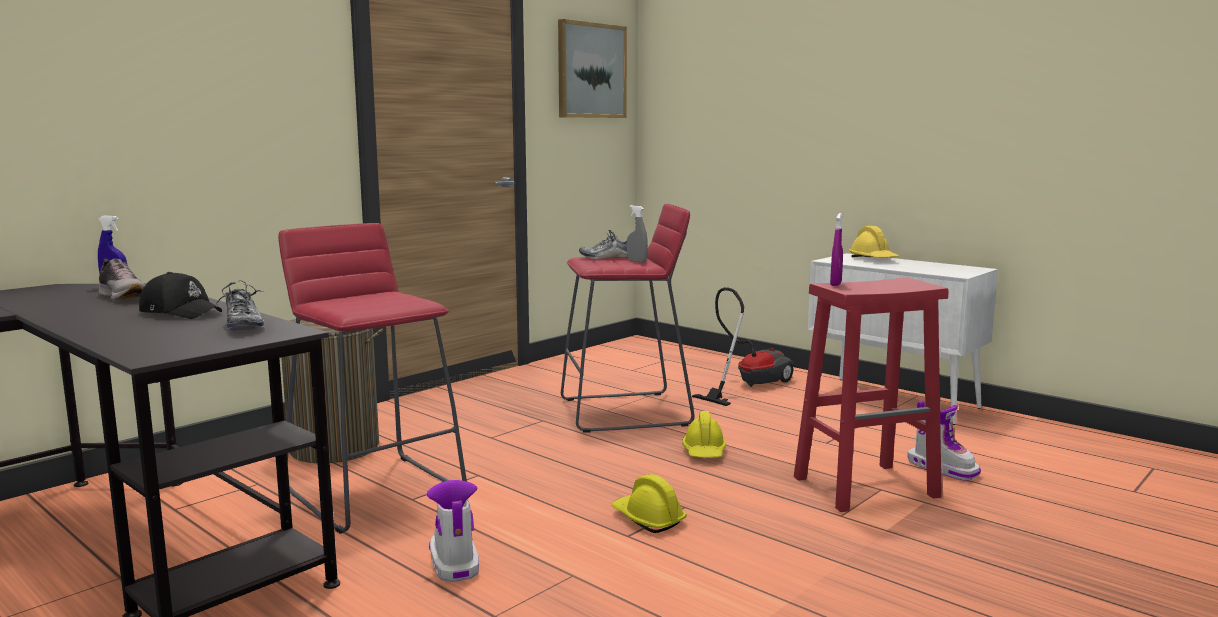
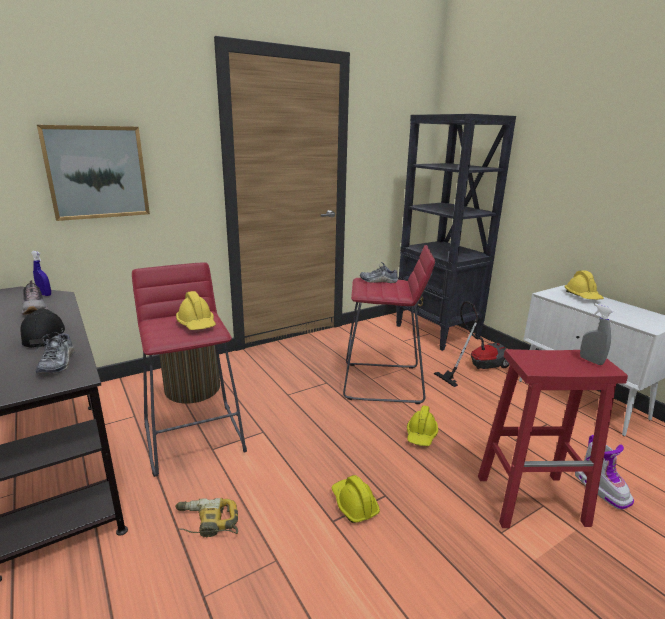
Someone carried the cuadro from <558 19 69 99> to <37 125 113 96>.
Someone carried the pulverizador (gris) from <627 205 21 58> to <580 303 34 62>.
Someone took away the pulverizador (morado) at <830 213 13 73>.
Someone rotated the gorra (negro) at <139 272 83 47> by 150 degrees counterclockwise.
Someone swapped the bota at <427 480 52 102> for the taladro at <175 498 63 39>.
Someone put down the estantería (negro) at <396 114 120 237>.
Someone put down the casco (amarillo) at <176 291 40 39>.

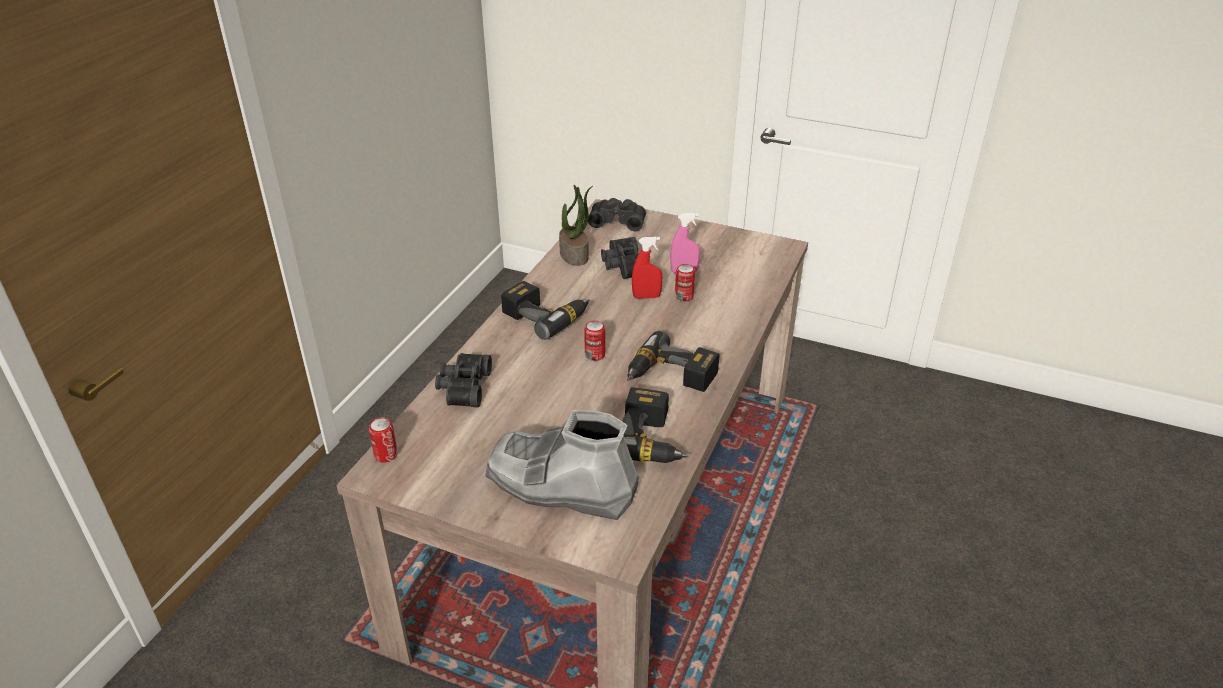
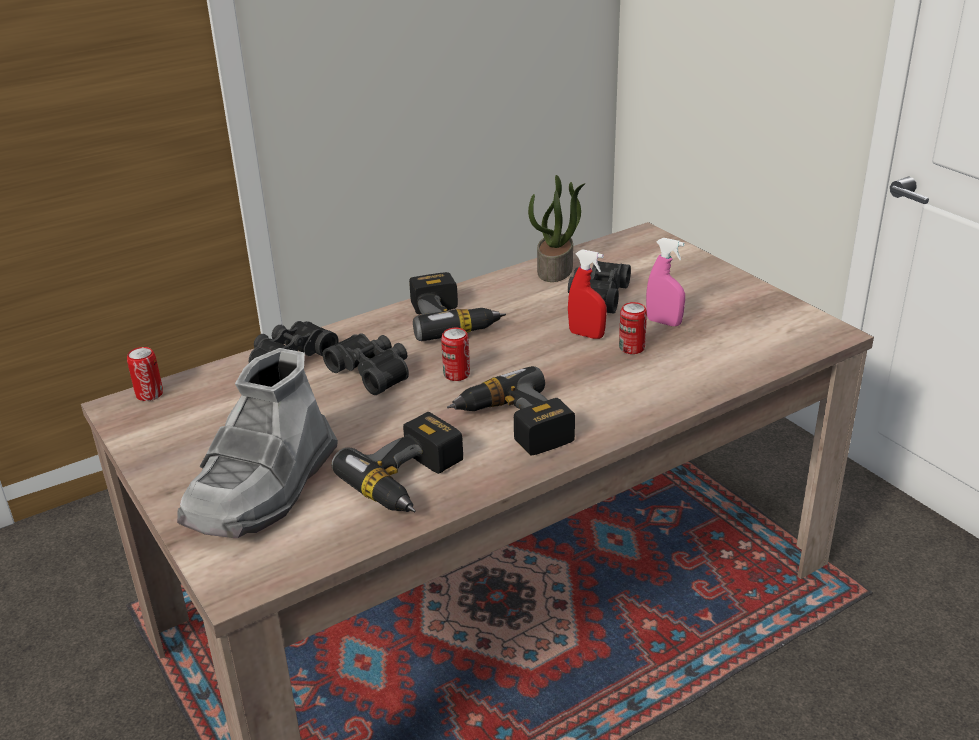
Someone carried the prismáticos (negro) from <588 198 58 33> to <323 333 86 62>.
Someone rotated the bota (gris) at <485 410 154 110> by 120 degrees counterclockwise.

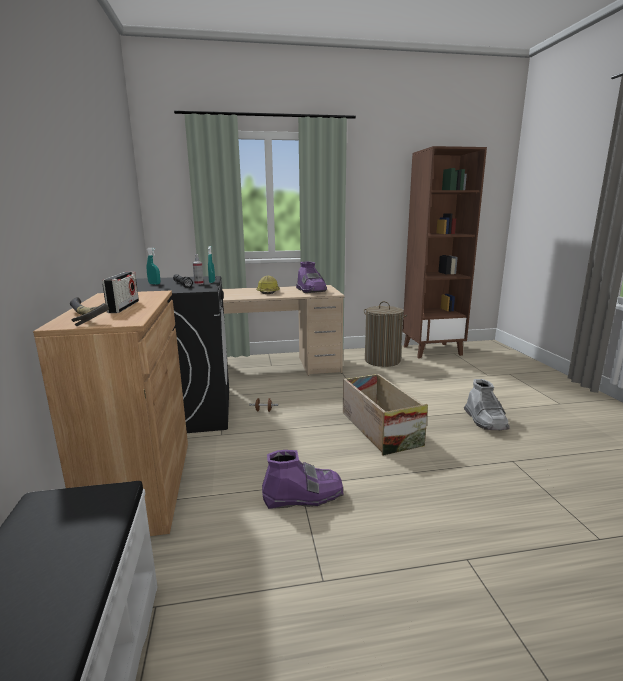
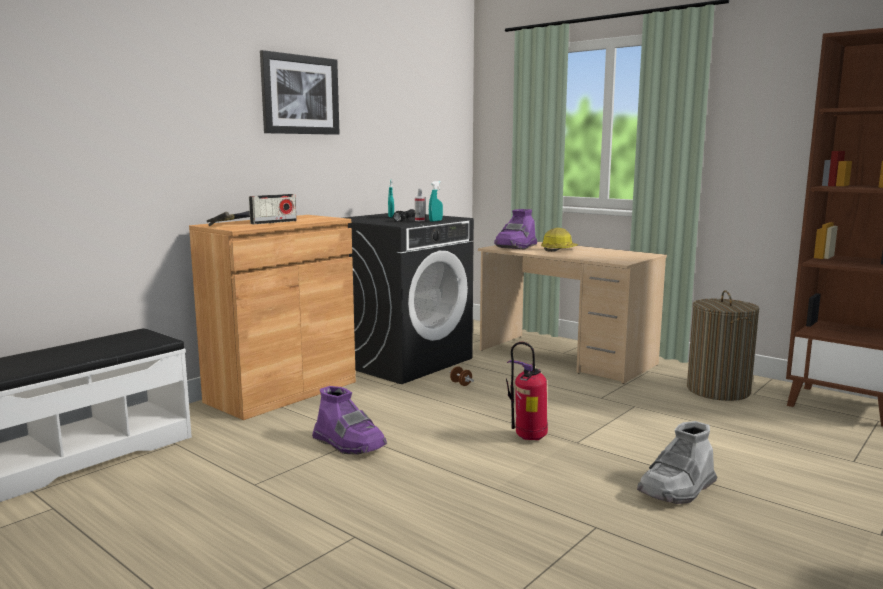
Someone carried the bota (morado) from <296 262 31 31> to <494 209 43 40>.
Someone swapped the caja de embalaje at <343 373 85 83> for the extintor at <506 342 42 98>.
Someone put up the cuadro at <260 50 80 85>.

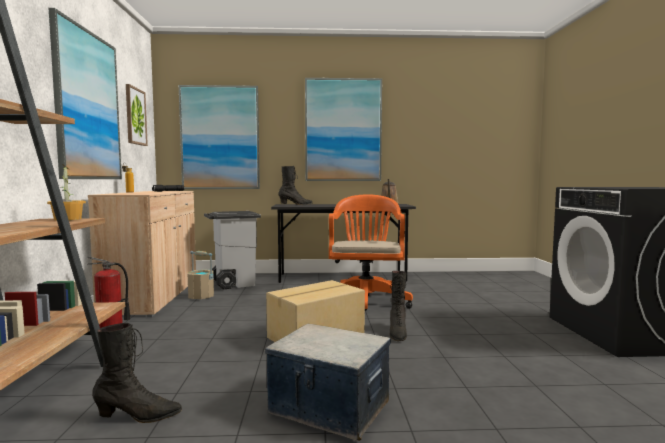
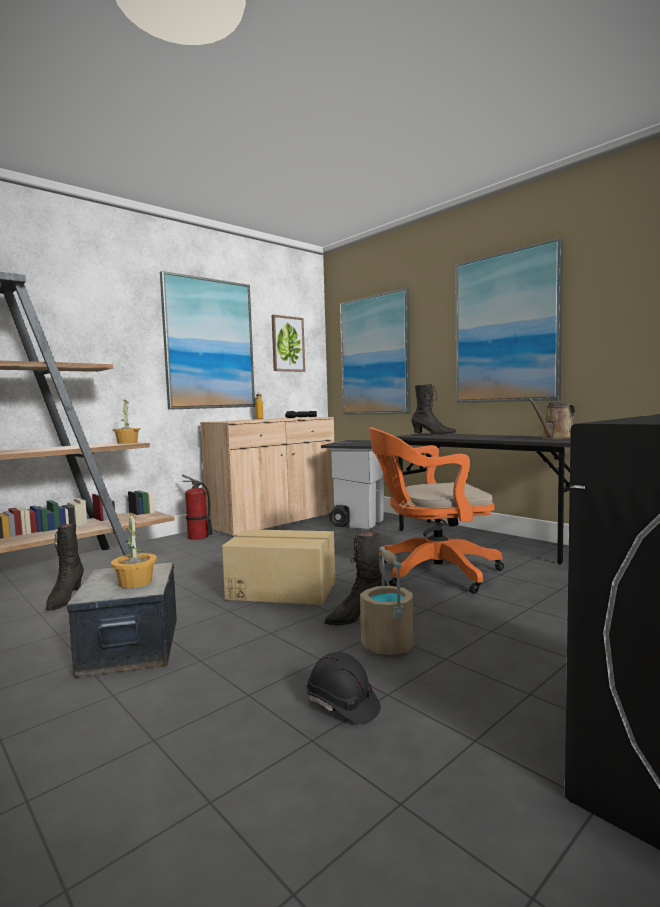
Someone rotated the silla de oficina (naranja) at <329 194 84 117> by 150 degrees counterclockwise.
Someone carried the cubo (beis) from <188 251 26 48> to <360 547 53 108>.
Someone rotated the bota (negro) at <92 323 90 100> by 45 degrees clockwise.
Someone put down the planta en maceta at <111 512 46 77>.
Someone put down the casco (negro) at <306 652 75 73>.

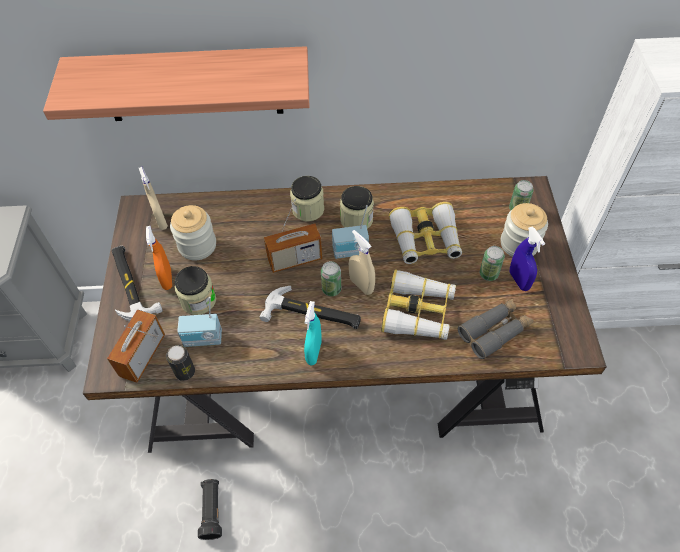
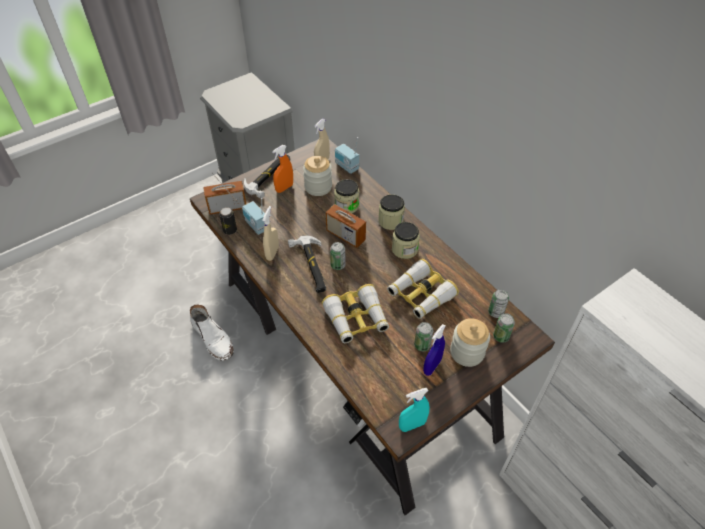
Someone took away the estante at <43 46 266 75>.
Someone carried the radio from <332 205 37 54> to <335 137 24 37>.
Someone carried the pulverizador (beis) from <349 230 26 65> to <262 206 17 55>.
Someone carried the tarro from <175 266 41 49> to <334 179 26 34>.
Someone took away the prismáticos (gris) at <458 299 75 60>.
Someone carried the pulverizador (turquesa) from <304 301 18 64> to <399 388 31 44>.
Someone swapped the linterna (negro) at <198 479 24 61> for the bota (blanco) at <190 305 44 56>.
Someone put down the lata at <488 289 21 29>.

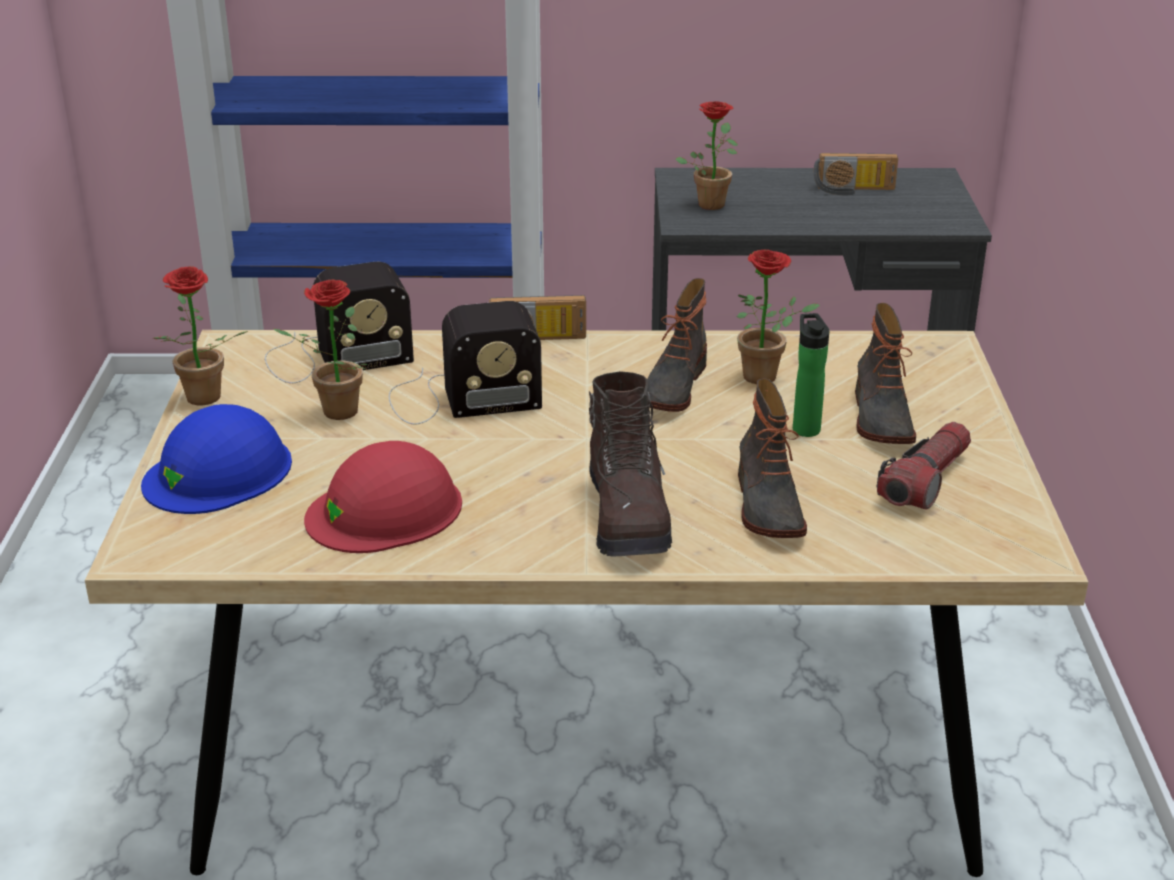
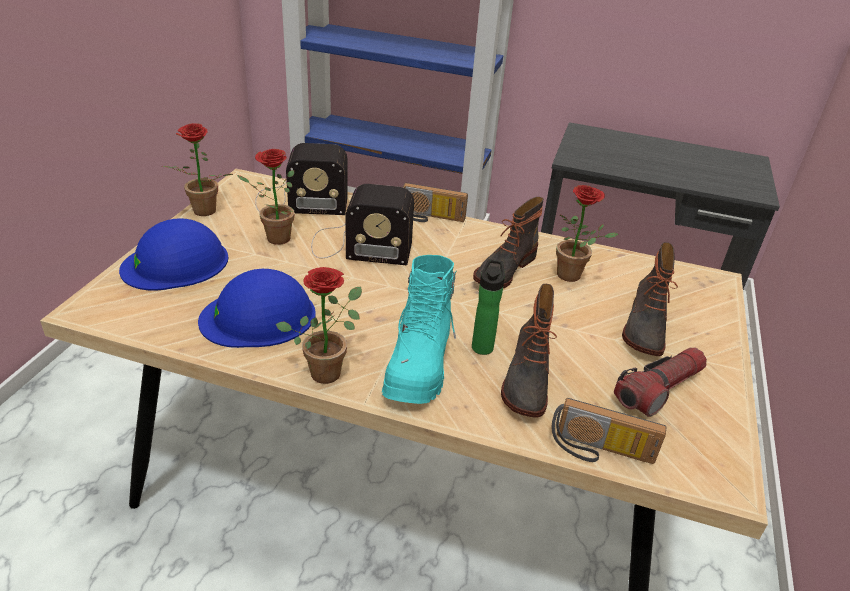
Someone carried the planta en maceta from <675 101 63 109> to <276 267 86 117>.
Someone carried the radio from <814 153 84 42> to <552 398 114 66>.
Someone carried the botella from <793 313 36 124> to <472 259 33 96>.
Someone repainted the bota (marrón) at <589 371 83 185>, which became the bota (turquesa) at <382 255 75 149>.
Someone repainted the casco (rojo) at <304 441 158 112>, which became the casco (azul) at <198 269 118 79>.

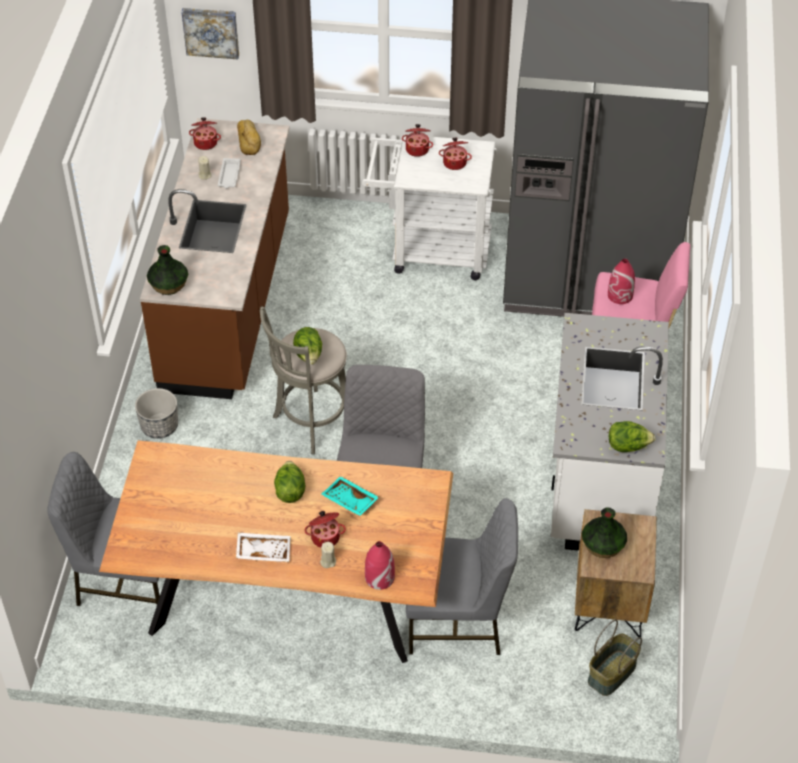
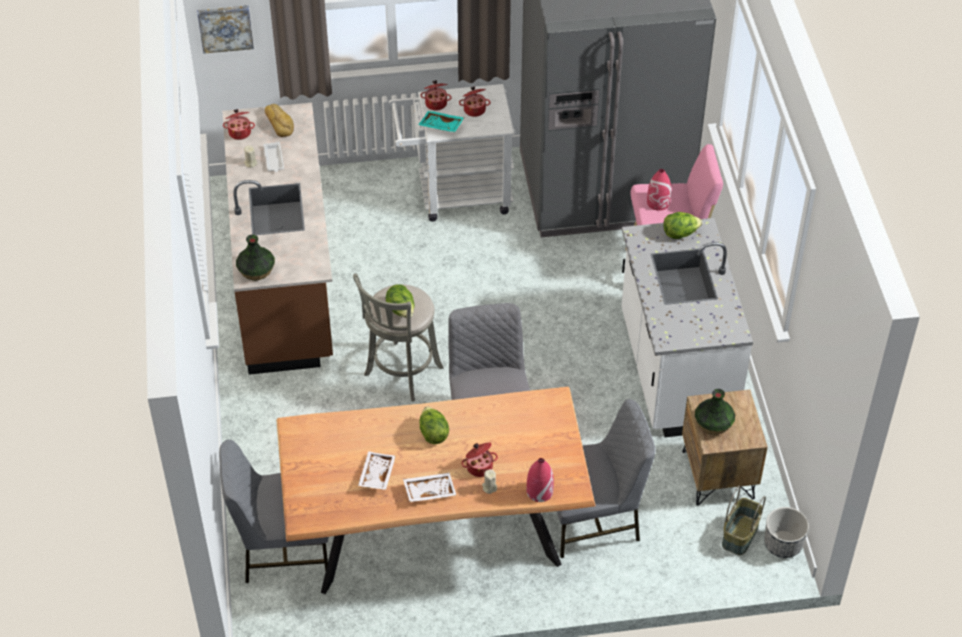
Someone carried the maceta from <135 388 43 51> to <764 507 45 51>.
Someone carried the lechuga from <609 421 46 31> to <663 212 39 27>.
Someone carried the bandeja (turquesa) from <321 476 59 40> to <418 111 46 21>.
Someone put down the bandeja (blanco) at <358 451 38 39>.

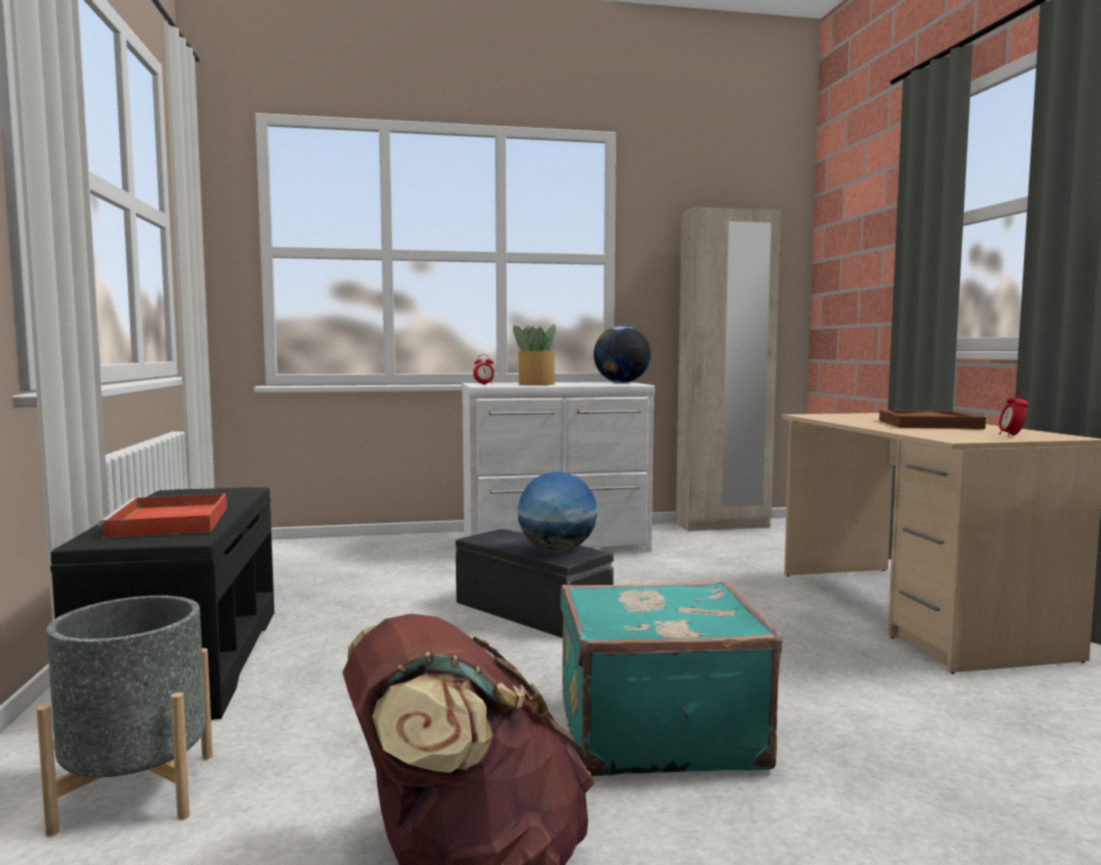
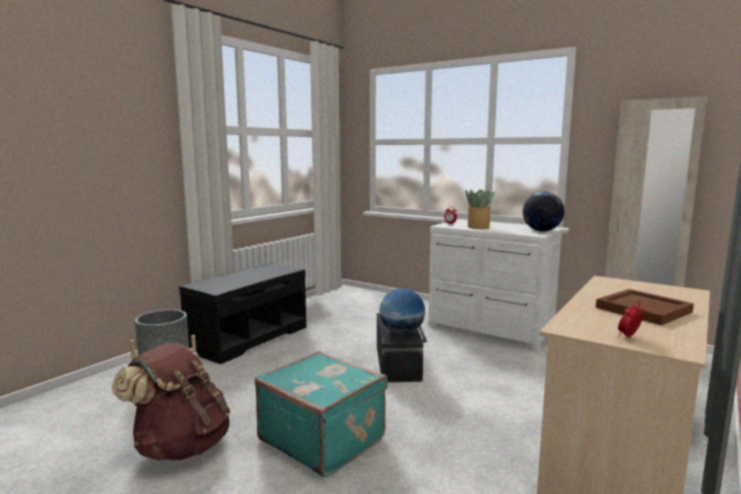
Someone took away the bandeja (rojo) at <98 494 129 44>.

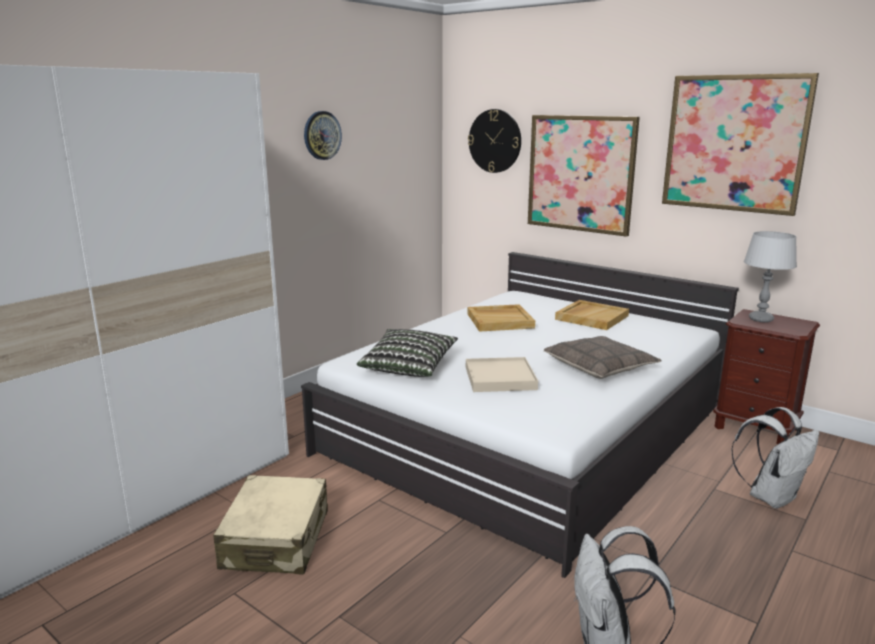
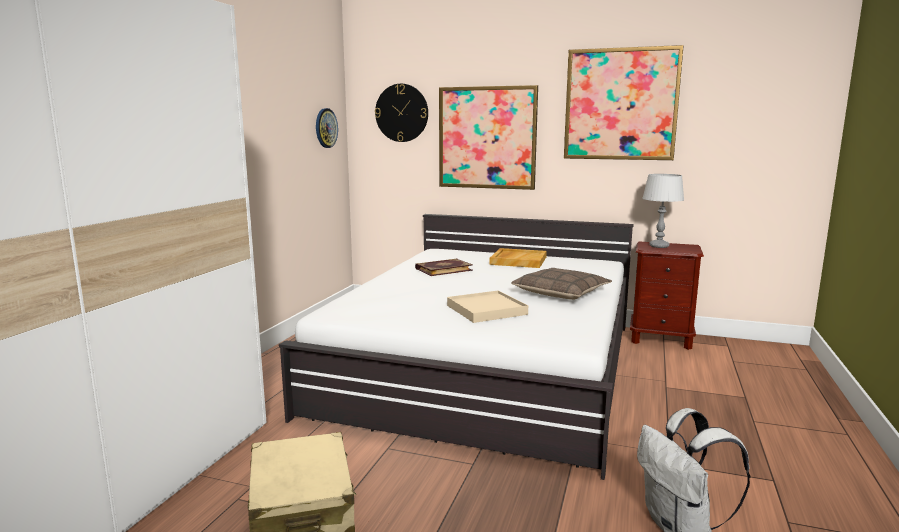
Someone carried the reloj de pared from <304 111 38 49> to <316 108 22 40>.
Someone swapped the bandeja (beis) at <467 304 68 28> for the libro at <415 259 58 17>.
Someone took away the cojín at <357 329 101 48>.
Someone took away the mochila (blanco) at <731 407 88 102>.

